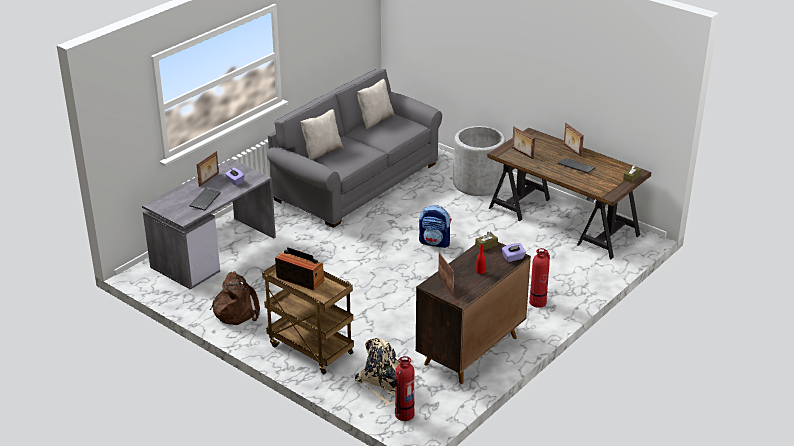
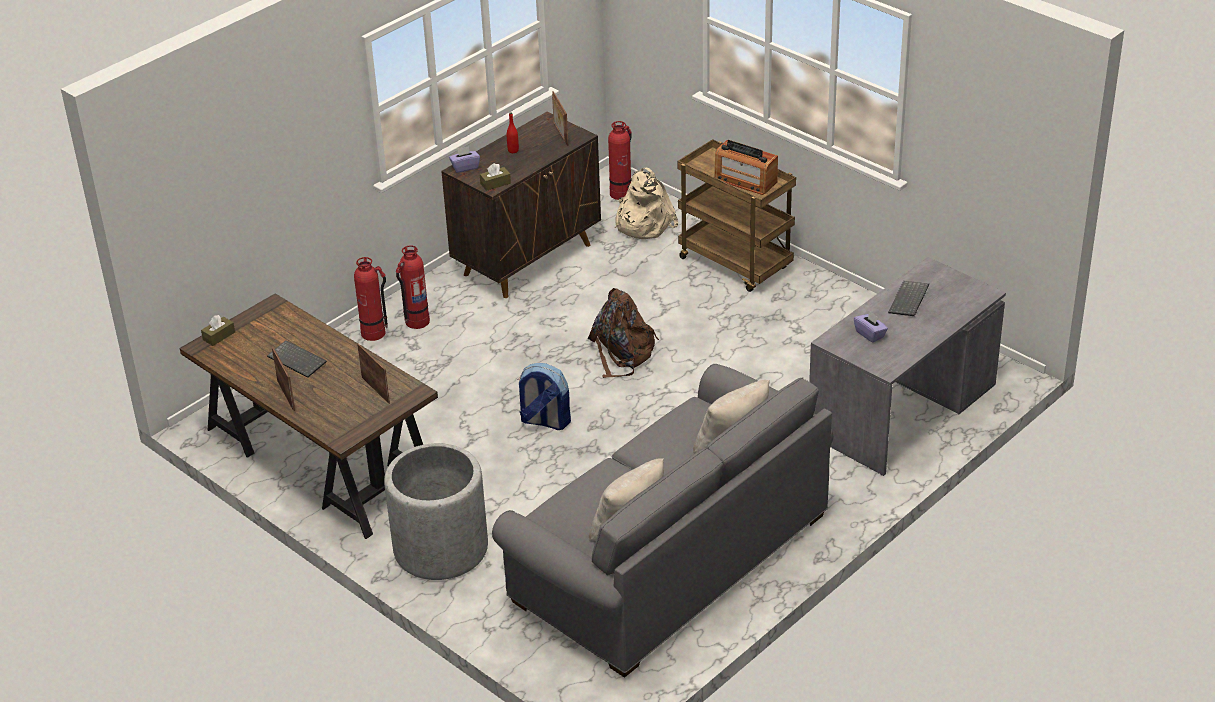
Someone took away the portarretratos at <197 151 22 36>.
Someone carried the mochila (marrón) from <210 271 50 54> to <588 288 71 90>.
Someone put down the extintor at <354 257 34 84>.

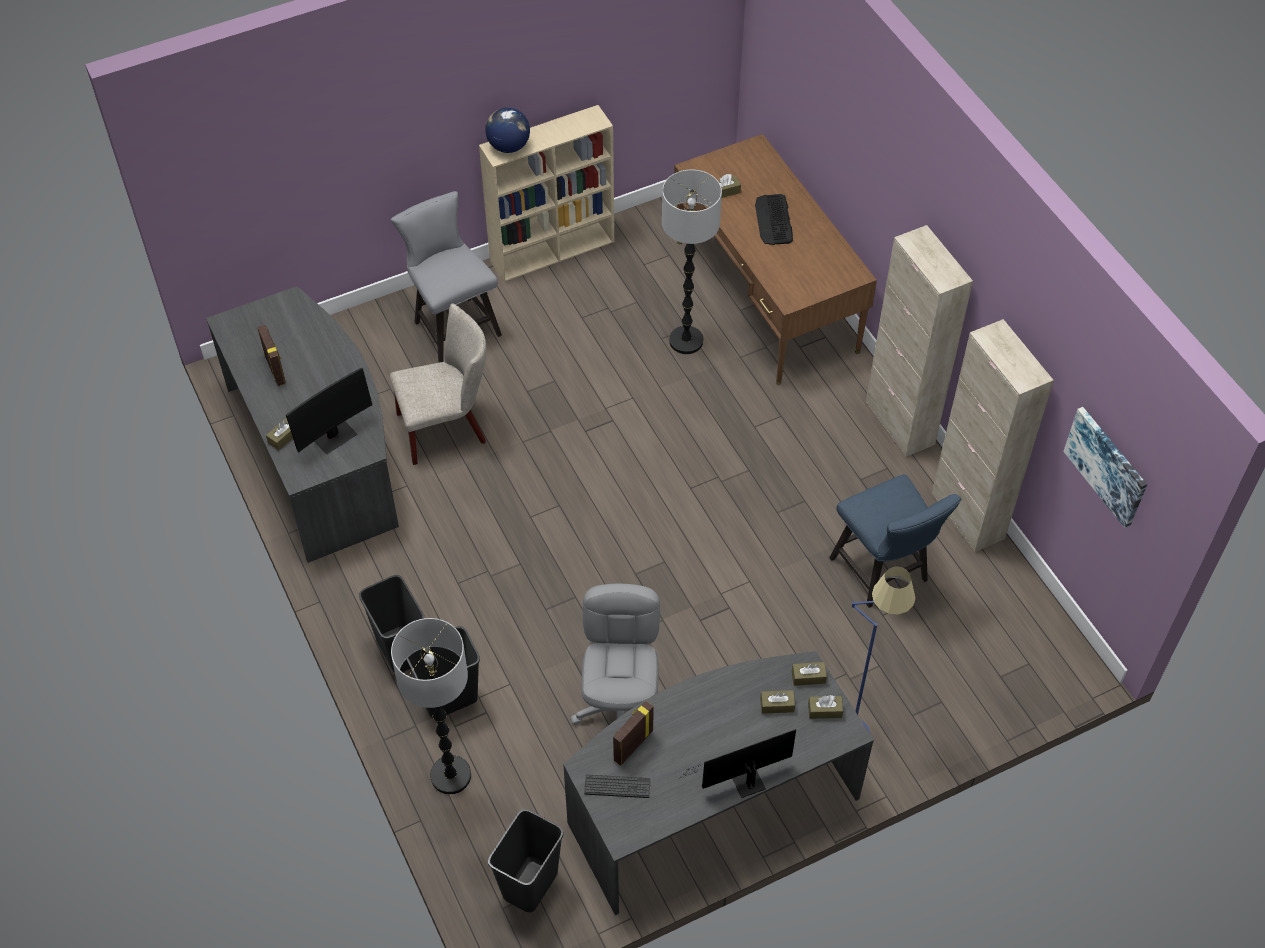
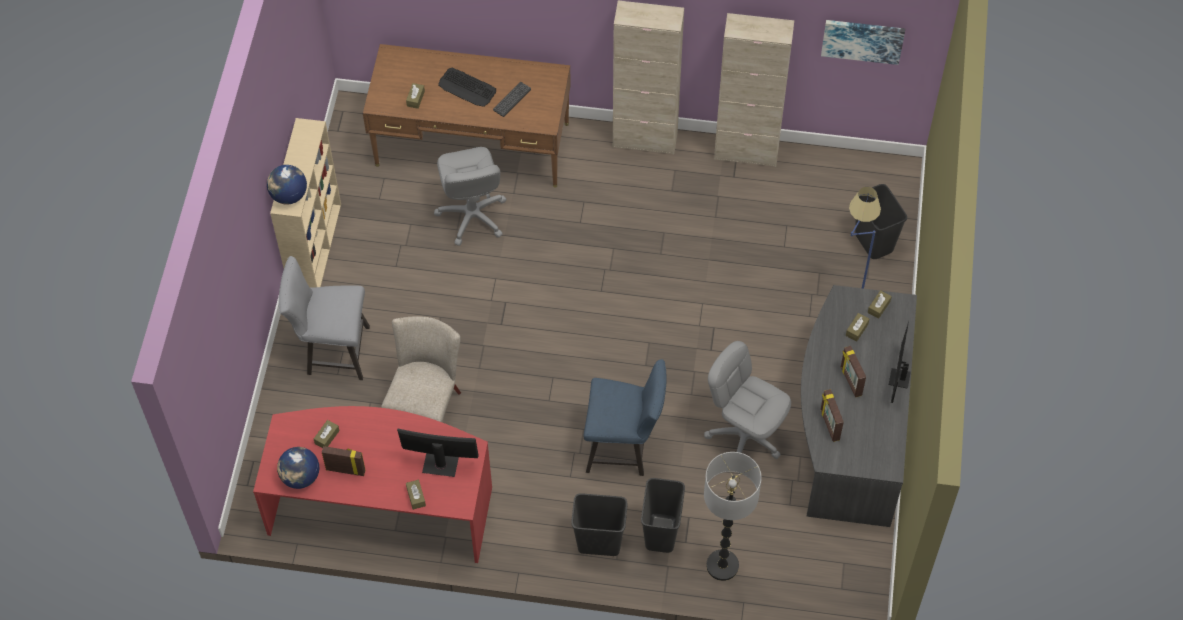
Someone swapped the lámpara de pie at <662 170 60 184> for the silla de oficina (gris) at <434 147 72 99>.
Someone repainted the escritorio (gris) at <206 286 193 277>, which became the escritorio (rojo) at <253 406 239 157>.
Someone rotated the monitor at <286 368 86 87> by 75 degrees counterclockwise.
Someone carried the silla (azul) from <829 474 132 134> to <583 359 84 117>.
Someone carried the caja de pañuelos (marrón) from <792 662 35 24> to <314 420 25 28>.
Someone carried the teclado from <584 775 66 23> to <493 82 38 35>.
Someone carried the papelera (negro) from <488 809 76 103> to <855 184 52 75>.
Someone put down the portarretratos at <841 346 25 51>.
Someone put down the globo terráqueo at <277 447 42 42>.

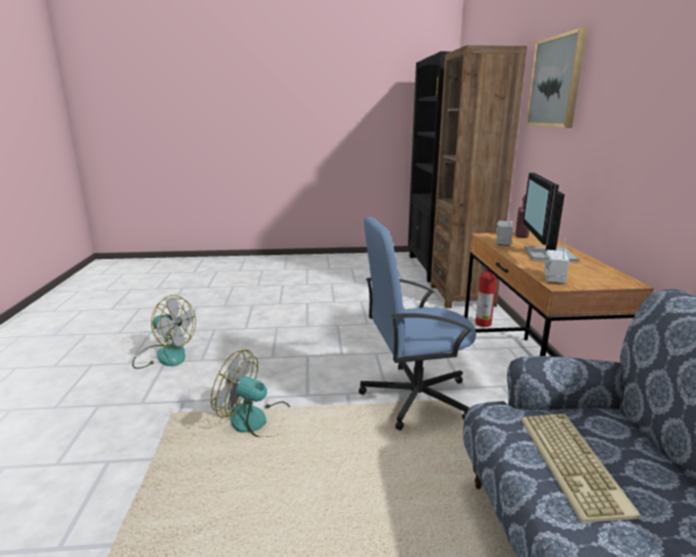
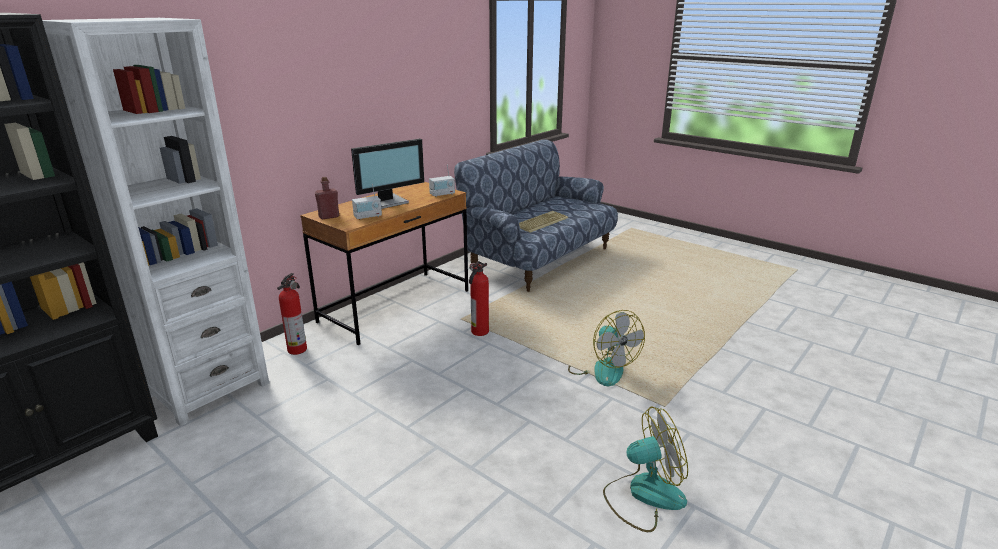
Someone took away the cuadro at <526 28 61 100>.
Someone repainted the estantería (marrón) at <430 45 97 263>, which became the estantería (blanco) at <42 18 227 408>.
Someone swapped the silla de oficina (azul) at <359 217 117 213> for the extintor at <469 261 20 75>.
Someone rotated the ventilador at <132 295 64 74> by 105 degrees clockwise.

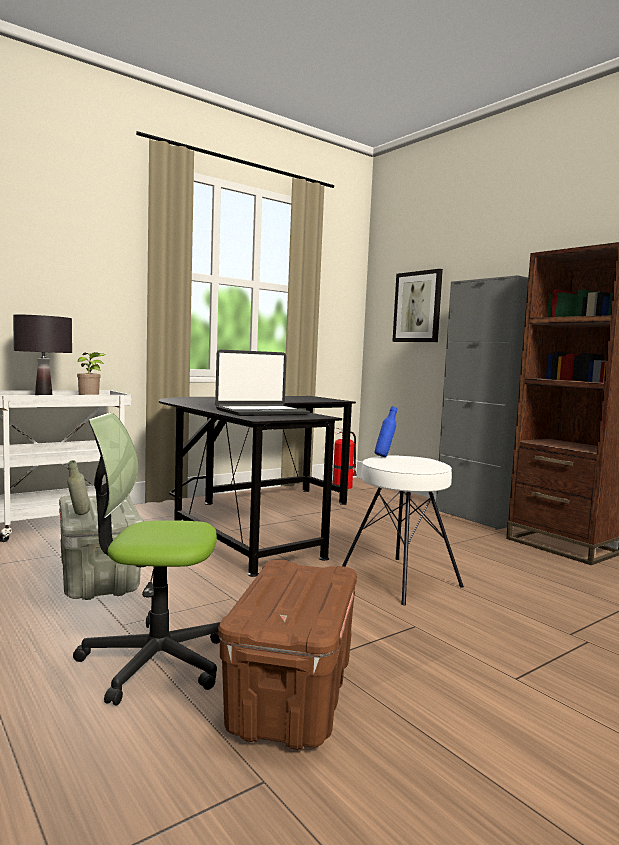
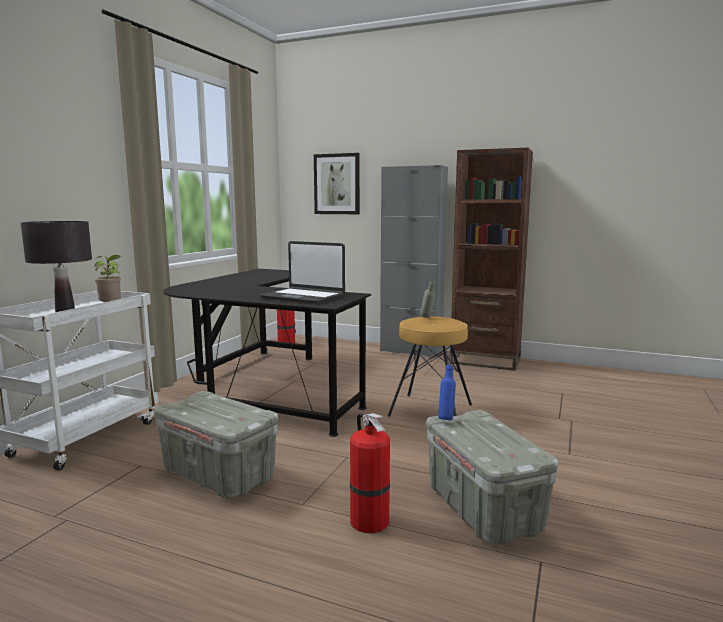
Someone rotated the portátil at <215 350 95 66> by 90 degrees clockwise.
Someone carried the botella (azul) from <374 406 23 51> to <438 364 18 57>.
Someone swapped the silla de oficina at <73 413 147 292> for the extintor at <350 413 40 120>.
Someone repainted the taburete (blanco) at <342 455 122 151>, which became the taburete (marrón) at <388 316 84 101>.
Someone carried the botella (gris) from <67 460 23 55> to <420 281 15 37>.
Someone repainted the caja de almacenaje (marrón) at <218 560 139 190>, which became the caja de almacenaje (gris) at <426 410 132 134>.

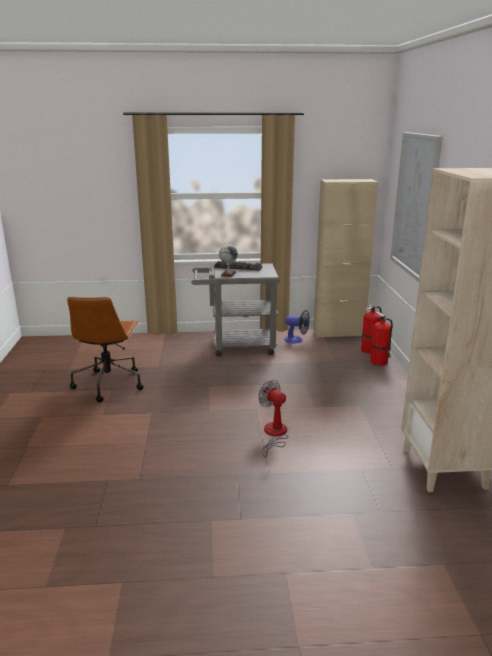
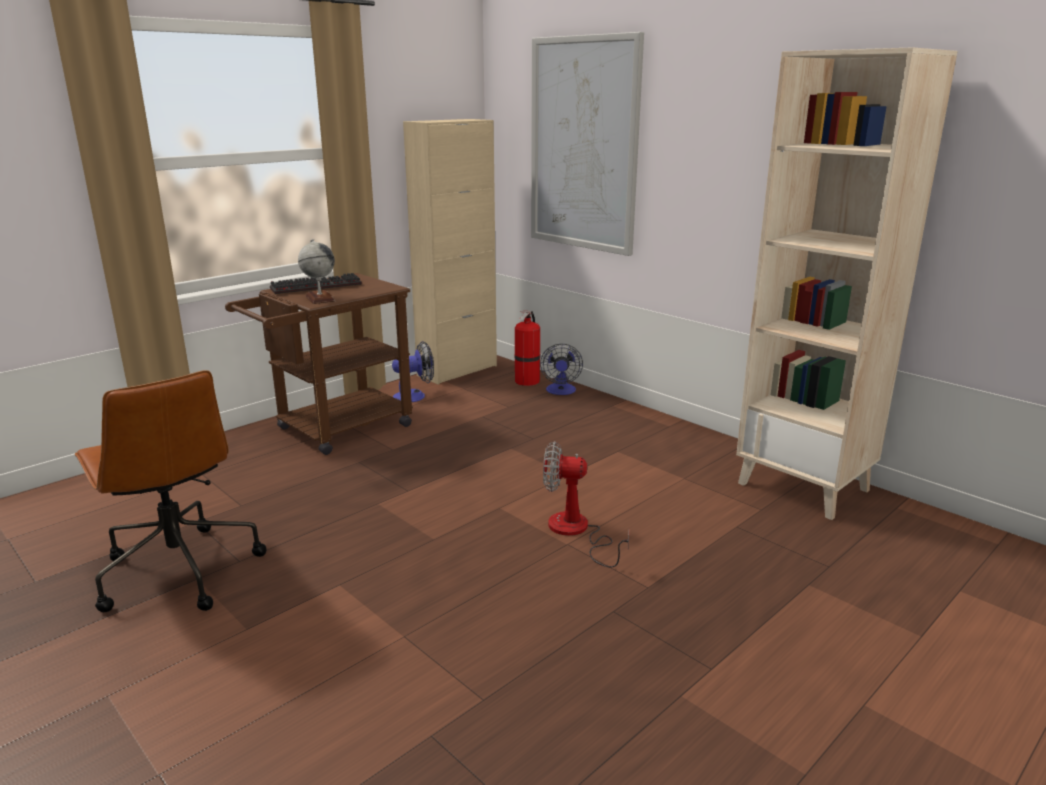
Someone repainted the carrito (gris) at <192 263 88 94>, which became the carrito (marrón) at <225 273 188 182>.
Someone swapped the extintor at <370 312 23 54> for the ventilador at <540 344 43 51>.

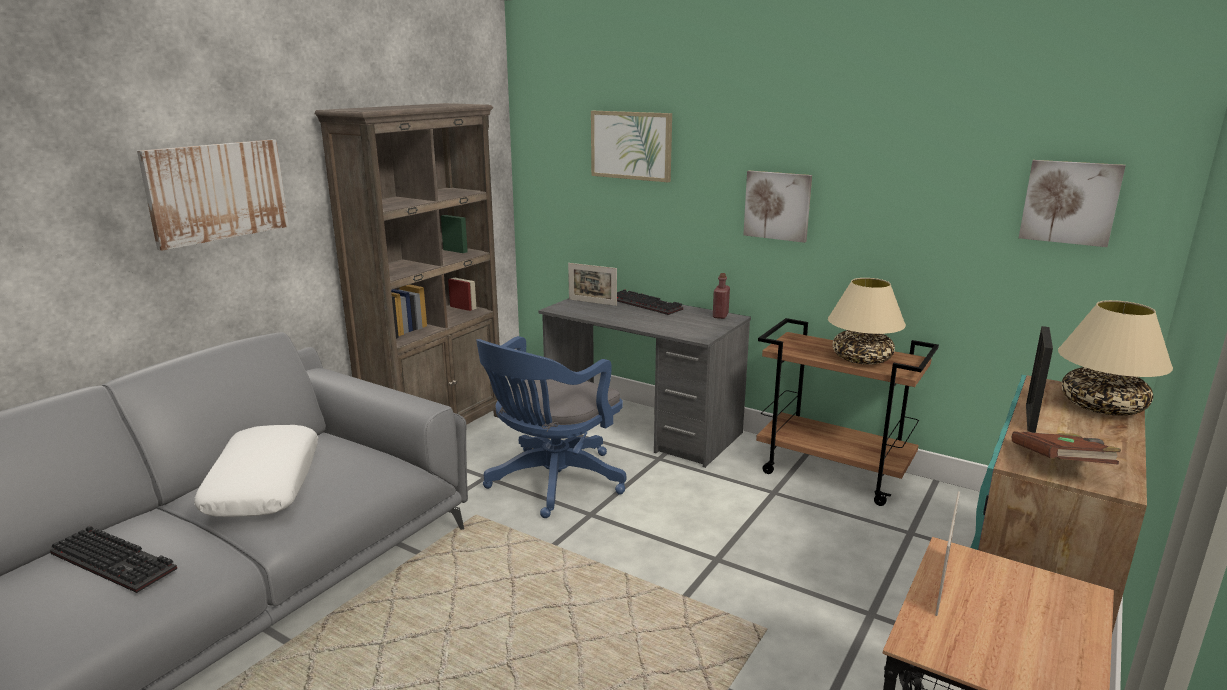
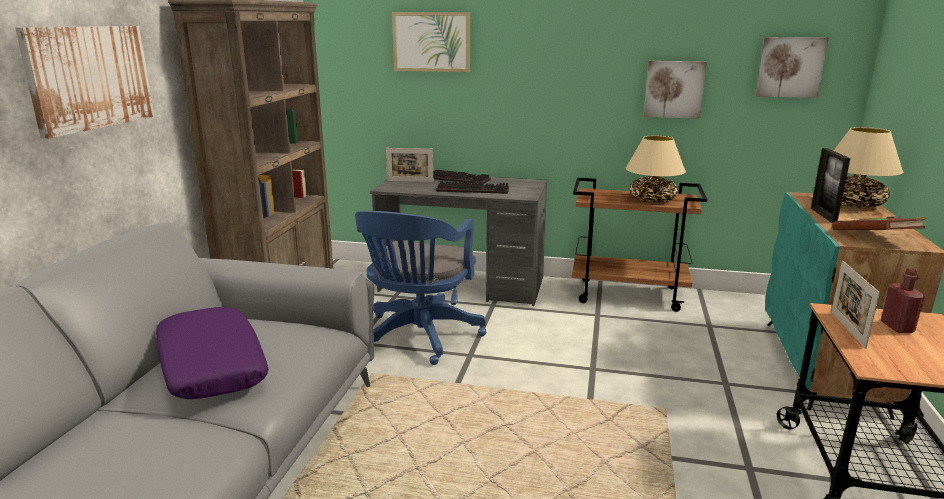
Someone carried the cuadro from <743 171 69 72> to <644 61 63 58>.
Someone carried the botella (rojo) from <713 273 17 46> to <881 268 44 65>.
Someone repainted the cojín (blanco) at <194 425 124 92>, which became the cojín (morado) at <156 307 112 92>.
Someone carried the teclado from <50 526 127 67> to <436 181 73 13>.

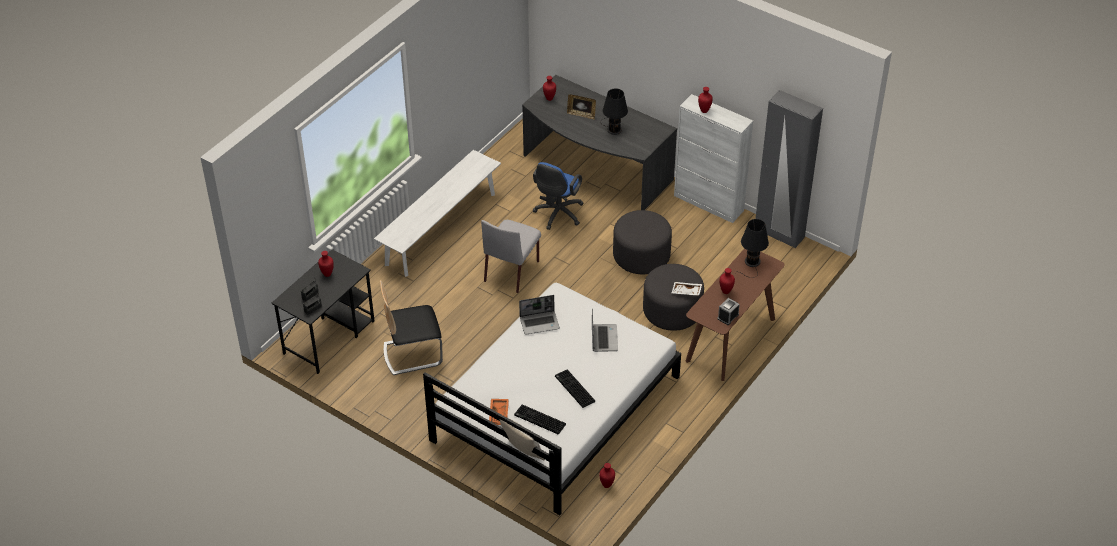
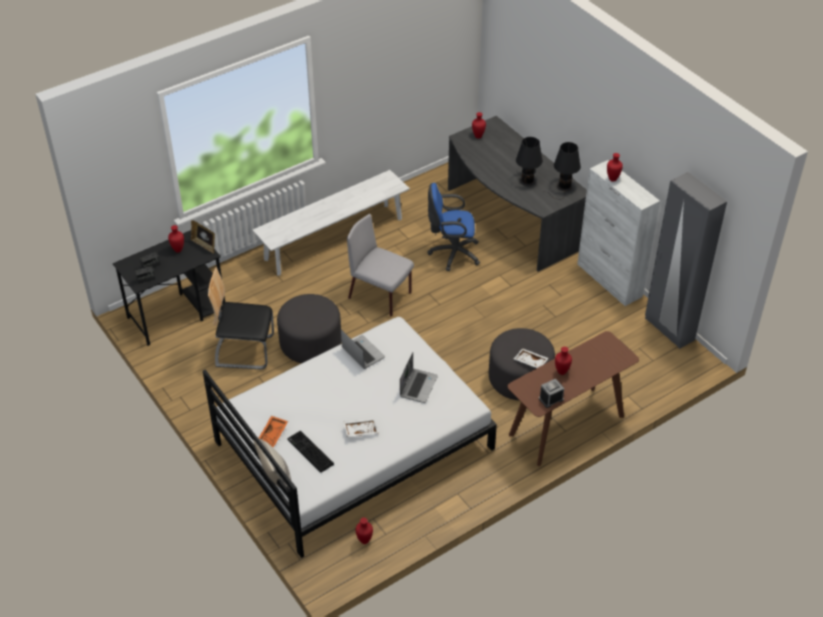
Someone carried the portarretratos from <567 94 29 25> to <191 220 24 34>.
Someone rotated the silla de oficina (azul) at <533 162 50 68> by 45 degrees clockwise.
Someone carried the puf (gris) from <613 210 59 64> to <277 294 64 69>.
Someone carried the lámpara de mesa (negro) from <735 219 34 59> to <542 142 39 57>.
Someone rotated the silla (gris) at <481 220 60 73> by 75 degrees clockwise.
Someone rotated the portátil at <519 295 41 40> by 135 degrees counterclockwise.
Someone swapped the teclado at <555 369 40 39> for the bandeja (blanco) at <343 418 36 19>.

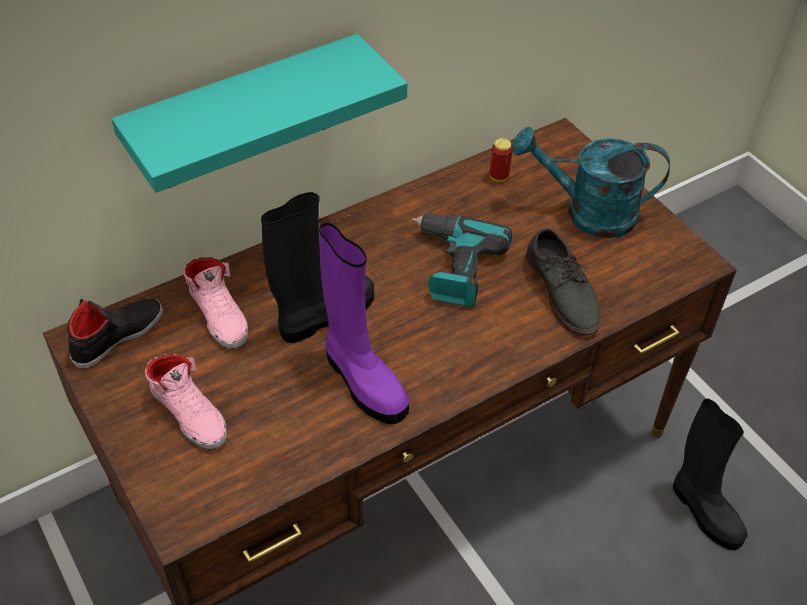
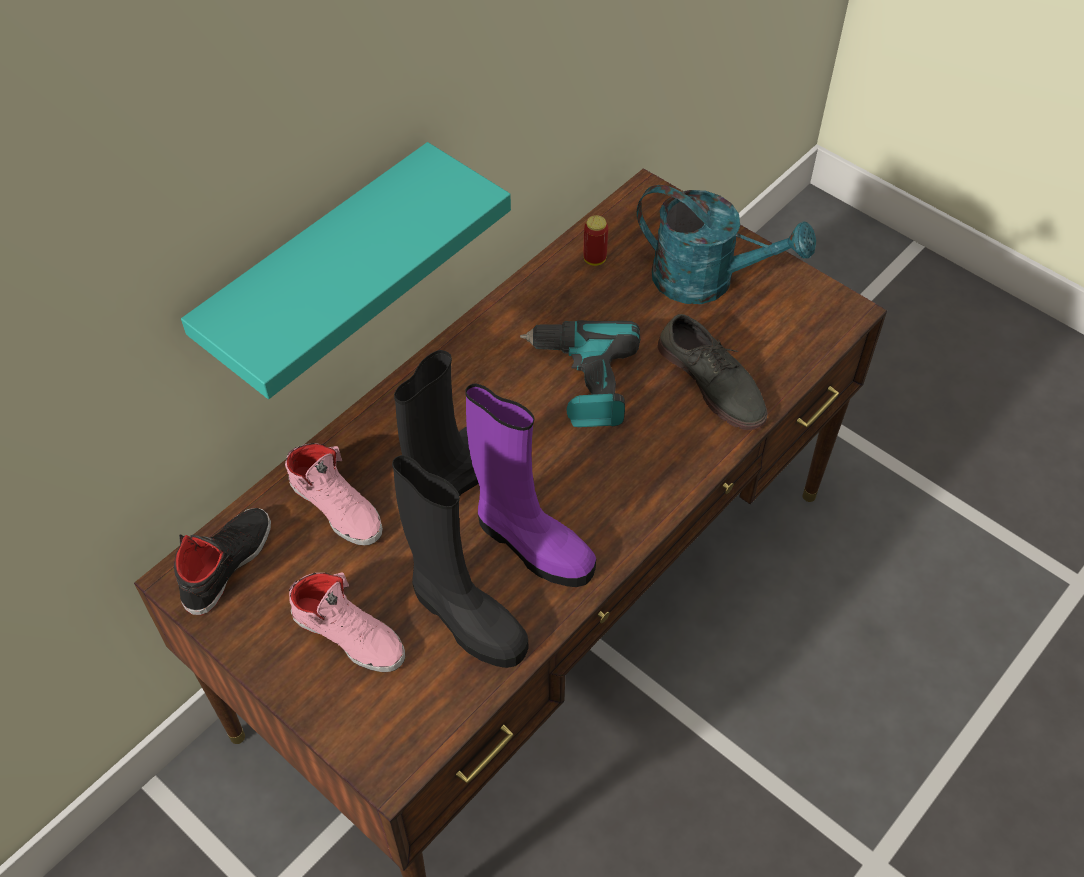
Someone rotated the regadera (turquesa) at <512 127 158 111> by 150 degrees counterclockwise.
Someone carried the bota (negro) from <673 399 75 151> to <392 455 136 213>.

